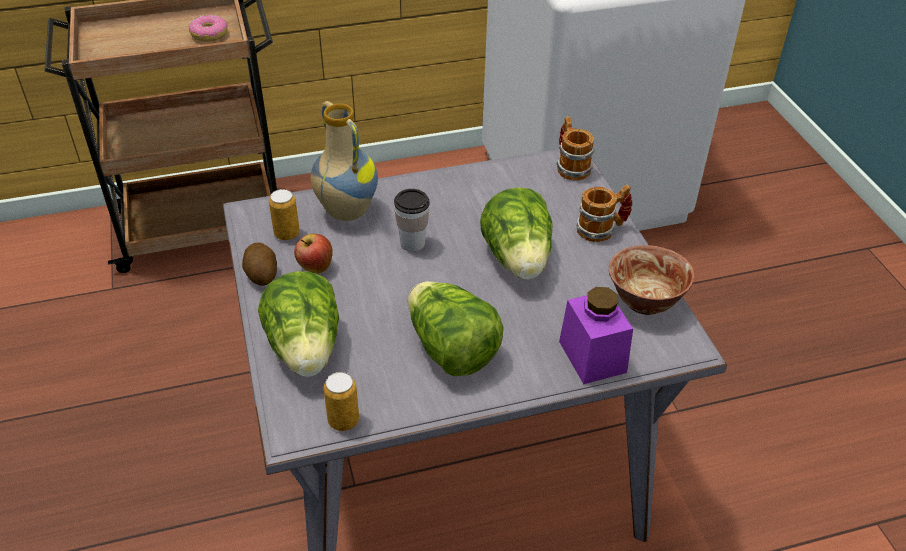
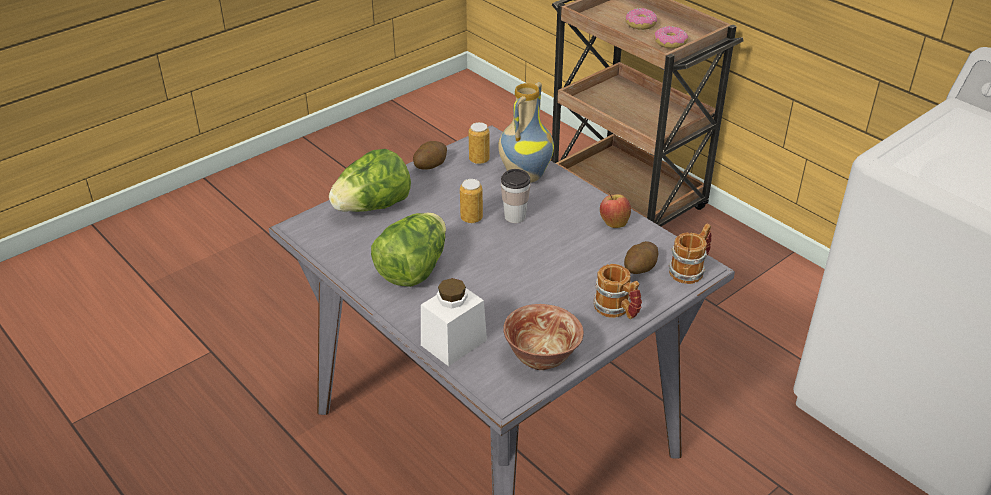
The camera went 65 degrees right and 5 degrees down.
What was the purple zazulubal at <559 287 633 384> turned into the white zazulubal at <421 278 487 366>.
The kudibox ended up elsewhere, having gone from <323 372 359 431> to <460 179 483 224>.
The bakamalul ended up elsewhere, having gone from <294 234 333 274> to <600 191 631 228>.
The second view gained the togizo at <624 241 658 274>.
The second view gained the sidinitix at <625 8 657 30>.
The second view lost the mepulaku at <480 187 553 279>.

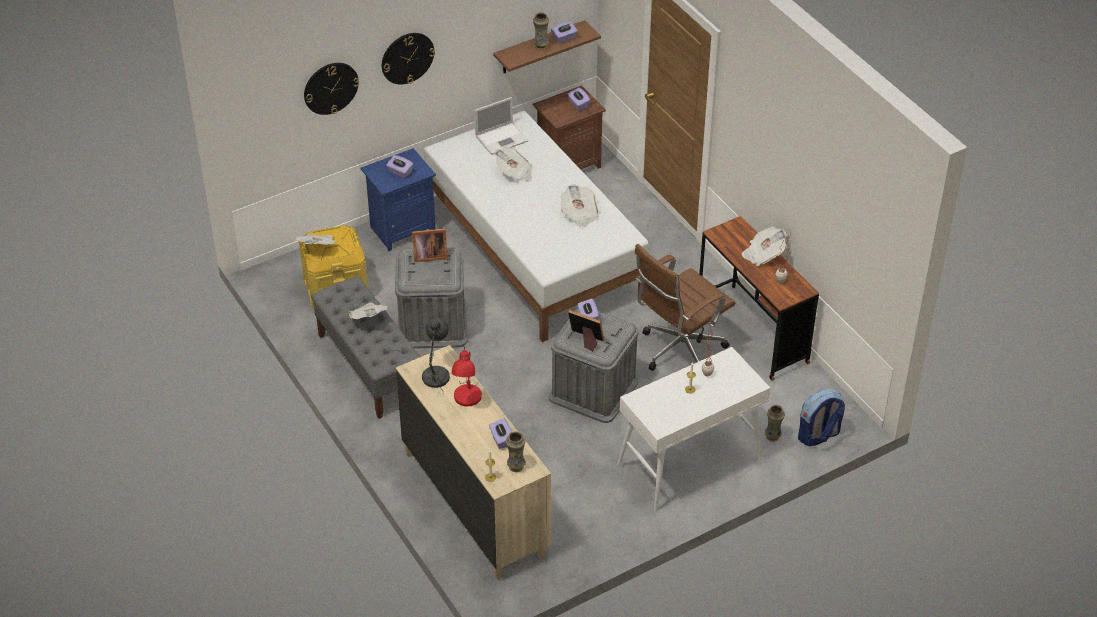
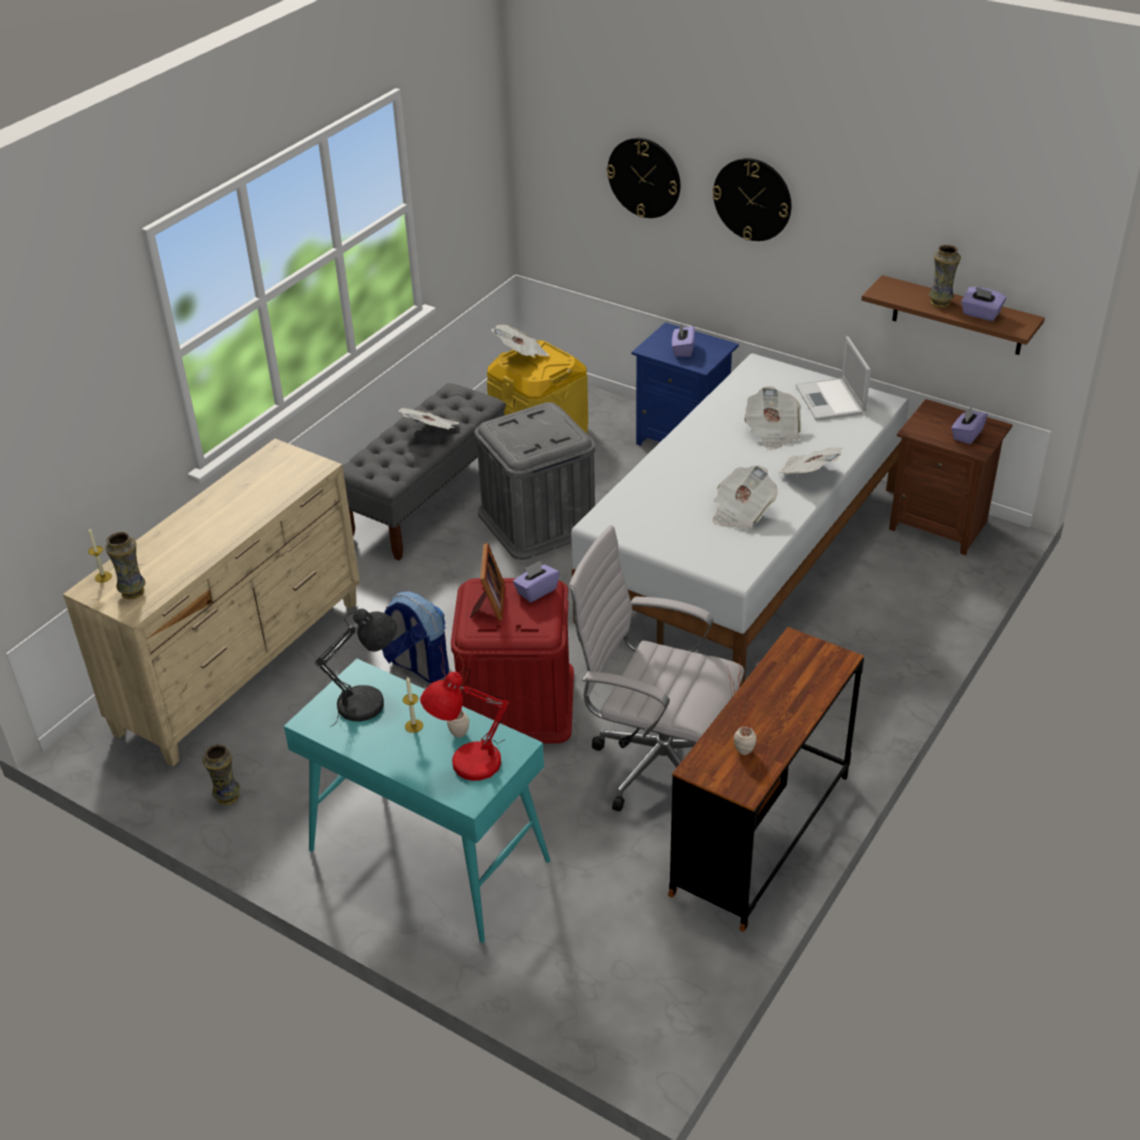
The camera went 65 degrees right and 5 degrees down.
The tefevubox ended up elsewhere, having gone from <765 405 785 442> to <203 744 240 805>.
What was the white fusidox at <617 347 770 511> turned into the turquoise fusidox at <284 659 550 943>.
The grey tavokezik ended up elsewhere, having gone from <422 317 450 394> to <315 609 397 727>.
The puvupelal ended up elsewhere, having gone from <798 389 845 446> to <382 591 449 683>.
The red tavokezik ended up elsewhere, having gone from <452 346 482 407> to <420 669 510 781>.
What was the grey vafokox at <549 308 639 423> turned into the red vafokox at <451 578 574 744>.
What was the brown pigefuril at <634 244 735 371> turned into the white pigefuril at <567 525 744 812>.
The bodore ended up elsewhere, having gone from <742 227 787 266> to <778 448 843 474>.
The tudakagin at <474 97 528 155> ended up facing another way, 45 degrees clockwise from before.
The second view lost the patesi at <412 229 448 262>.
The second view lost the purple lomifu at <489 418 512 449>.

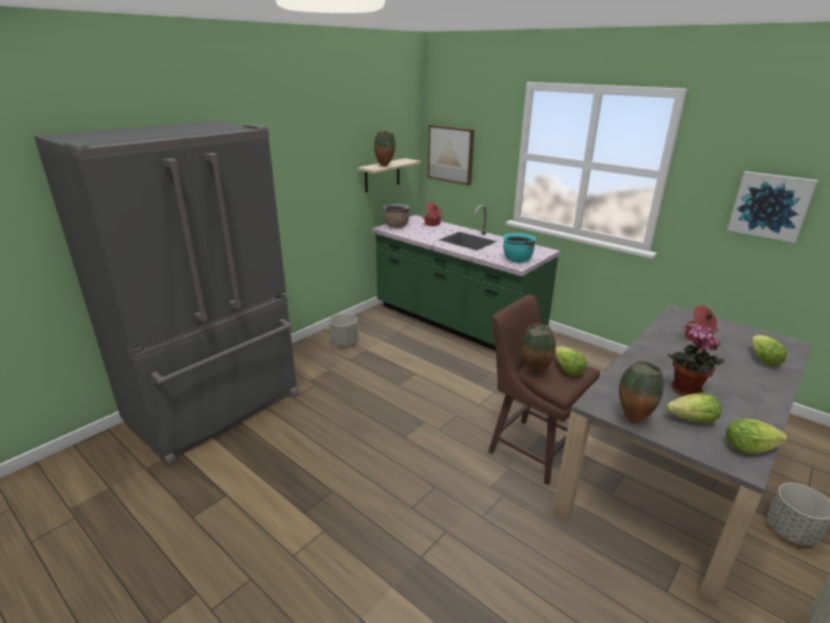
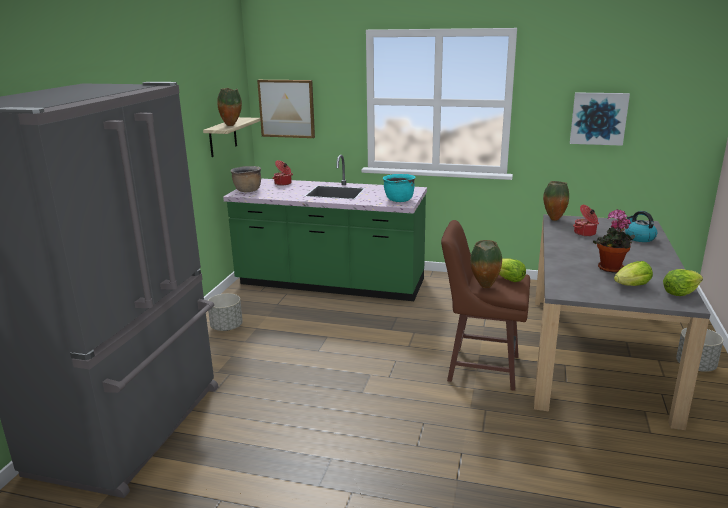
The camera went 25 degrees left and 5 degrees down.
The tefevubox ended up elsewhere, having gone from <619 361 664 424> to <543 181 569 221>.
Where the mepulaku stood at <751 335 787 366>, the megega came to stand at <625 211 657 242>.

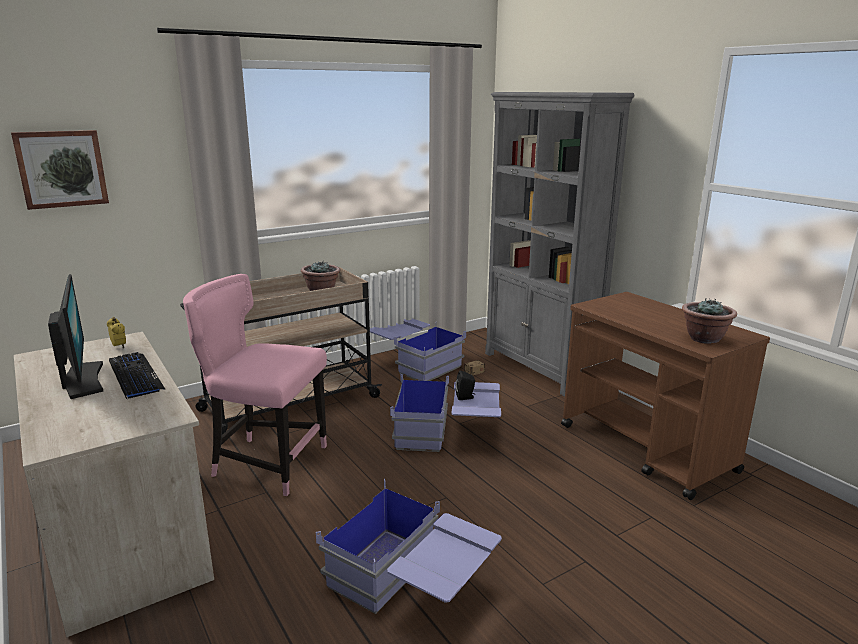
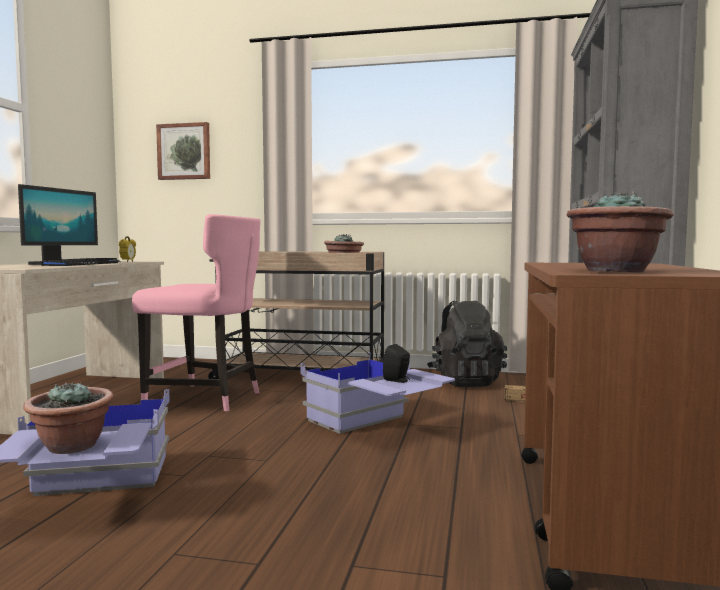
The camera went 45 degrees right and 15 degrees down.
The second view gained the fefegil at <23 382 113 454>.
The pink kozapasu at <183 274 327 496> ended up facing another way, 135 degrees clockwise from before.
Where the blue vafokox stood at <370 319 466 381>, the black puvupelal came to stand at <427 301 507 387>.

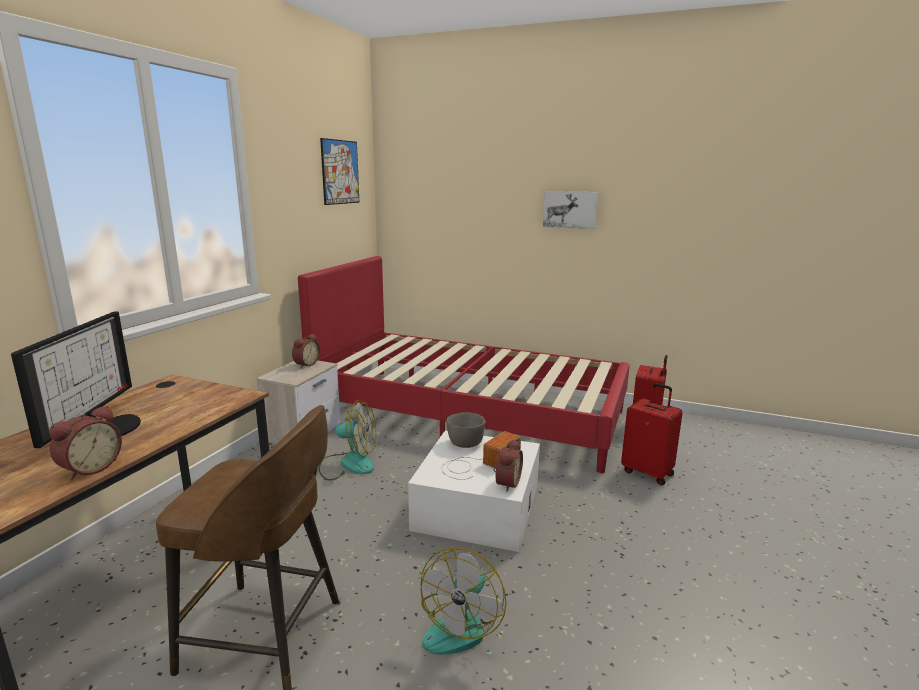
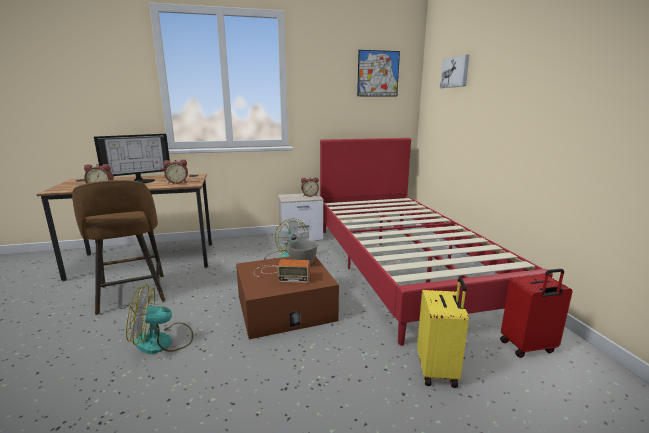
The camera went 55 degrees right and 0 degrees up.
The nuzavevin ended up elsewhere, having gone from <493 439 523 492> to <163 160 188 184>.
What was the white vafokox at <408 430 540 552> turned into the brown vafokox at <236 256 339 339>.
What was the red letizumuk at <621 383 683 485> turned into the yellow letizumuk at <417 277 469 388>.
The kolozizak ended up elsewhere, having gone from <543 191 598 229> to <440 55 469 88>.

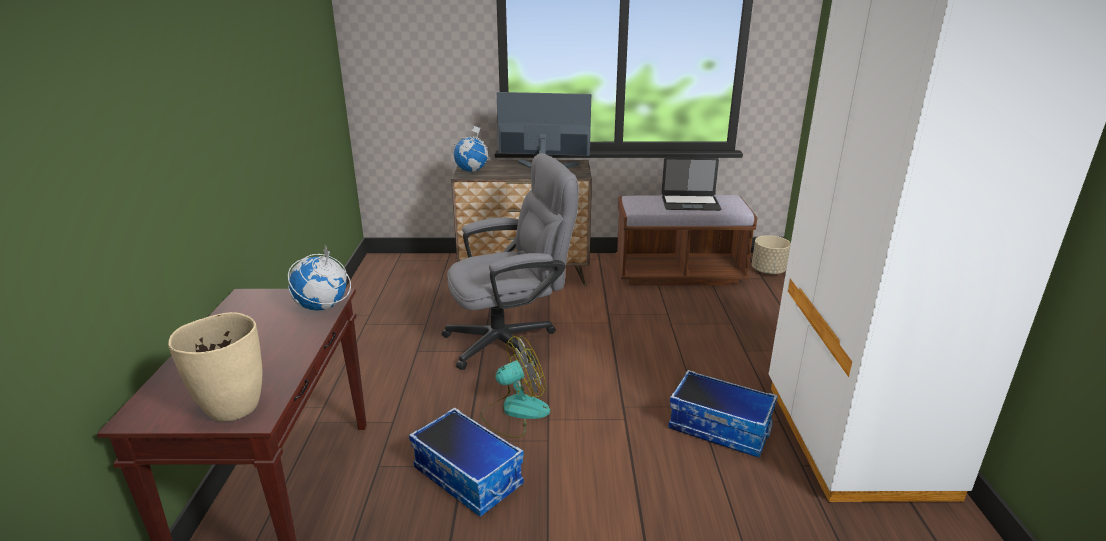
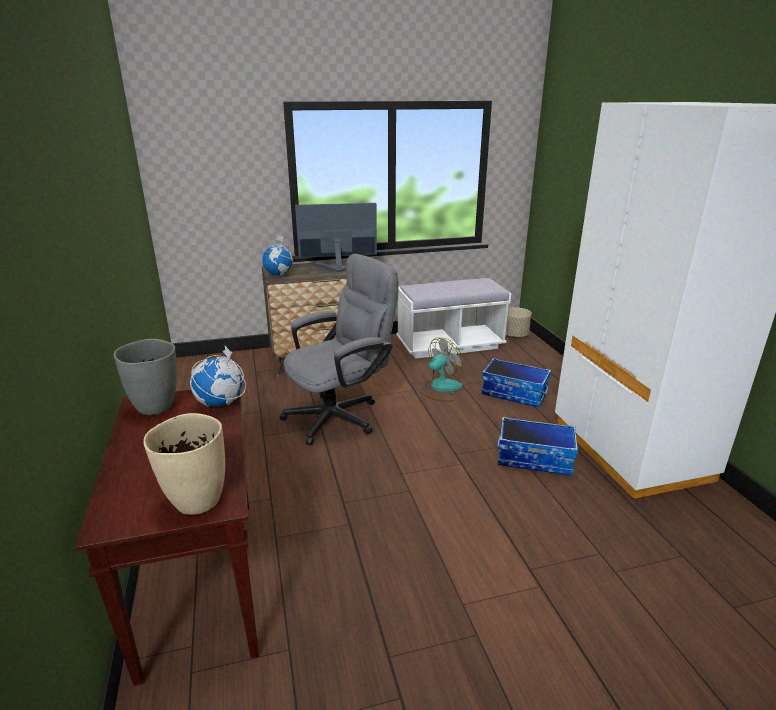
The camera went 15 degrees left and 0 degrees up.
The second view gained the grey tefevubox at <114 339 177 415>.
What was the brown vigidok at <616 195 758 285> turned into the white vigidok at <396 278 511 359>.
The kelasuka ended up elsewhere, having gone from <480 336 550 438> to <419 338 464 402>.
The vafokox ended up elsewhere, having gone from <409 407 524 517> to <481 358 551 407>.
The second view lost the tudakagin at <662 157 721 211>.

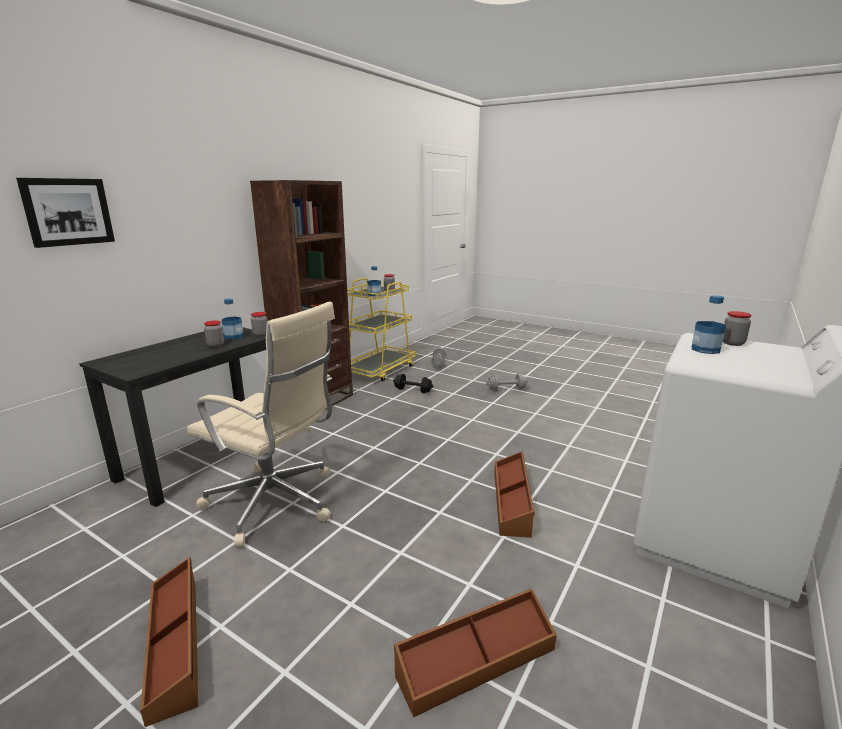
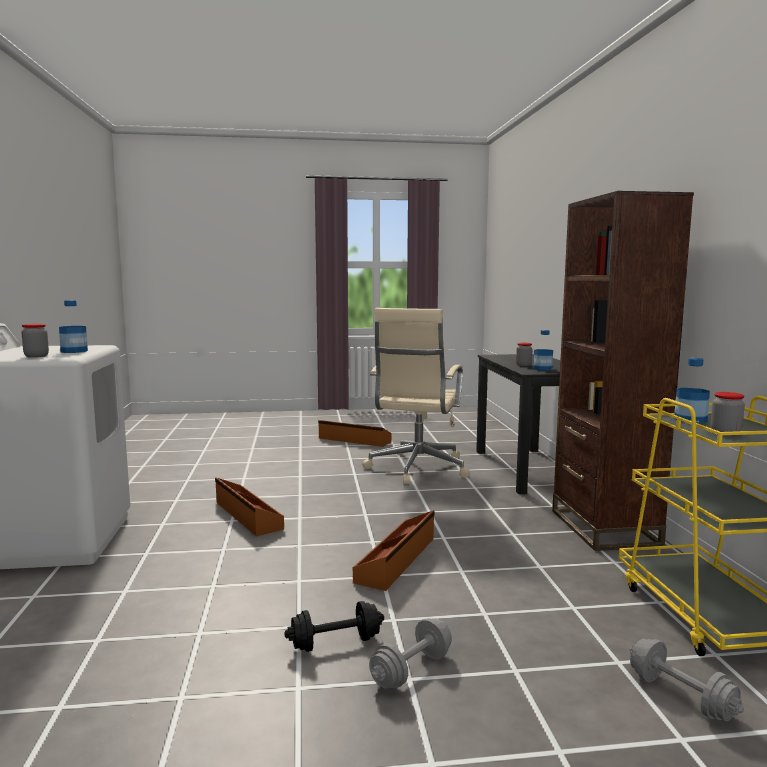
The camera went 140 degrees right and 10 degrees down.
The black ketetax ended up elsewhere, having gone from <393 374 433 393> to <284 601 384 652>.
The brown vafokox ended up elsewhere, having gone from <394 588 557 717> to <353 510 434 591>.
The beige pigefuril at <187 301 335 548> ended up facing another way, 60 degrees counterclockwise from before.
The second view lost the kolozizak at <16 178 115 248>.
The second view lost the zazulubal at <251 312 268 337>.

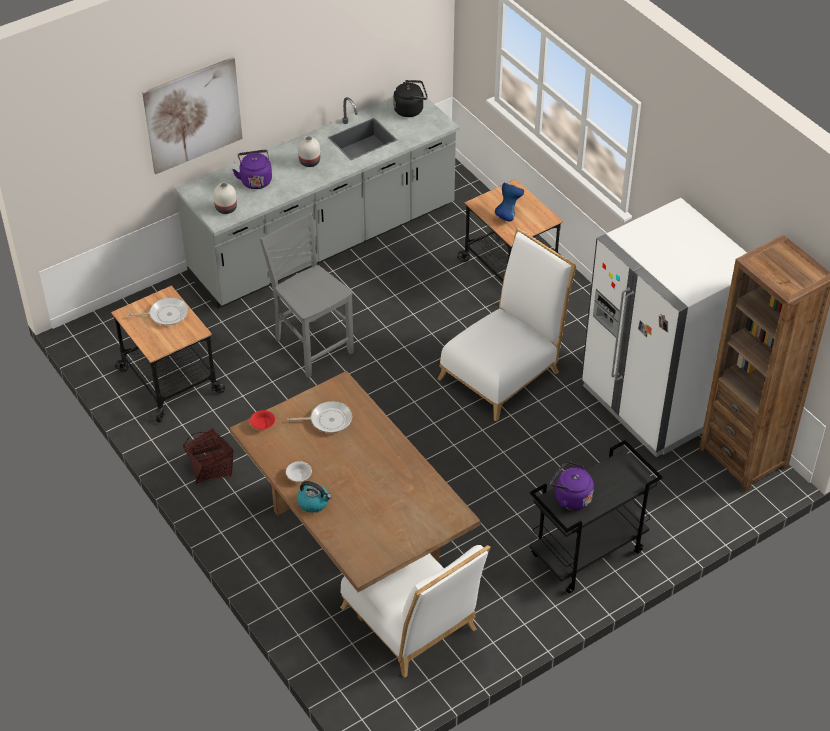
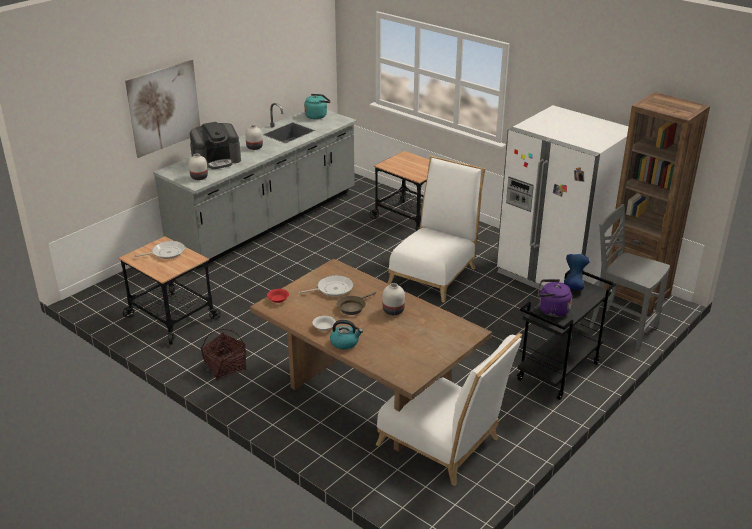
The camera went 15 degrees left and 15 degrees down.
Where the purple megega stood at <232 150 272 189>, the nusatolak came to stand at <190 122 241 170>.
What was the black megega at <393 80 428 117> turned into the turquoise megega at <304 94 330 119>.
The second view gained the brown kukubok at <337 291 377 315>.
The second view gained the white tefevubox at <383 283 405 315>.
The blue tefevubox ended up elsewhere, having gone from <495 183 524 221> to <564 254 590 290>.
The grey kozapasu ended up elsewhere, having gone from <260 213 354 378> to <589 204 670 350>.

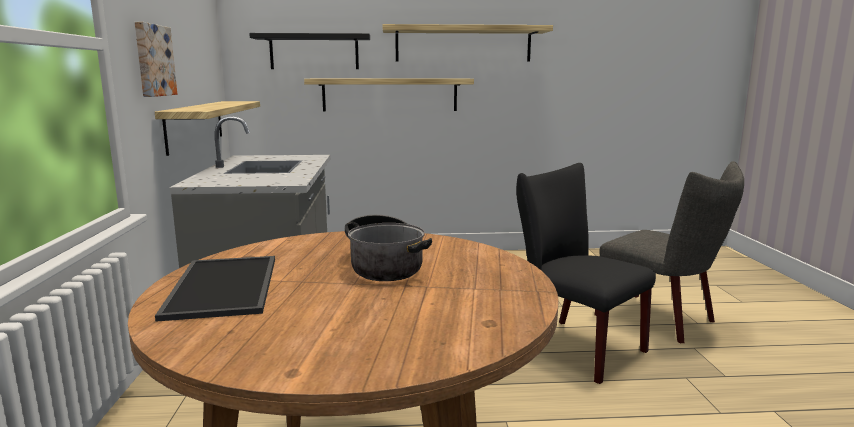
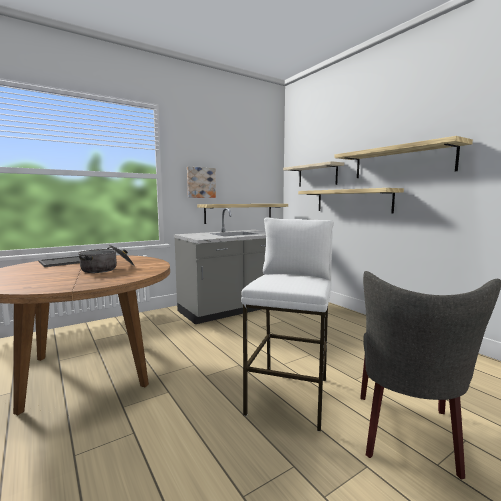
The camera went 60 degrees right and 5 degrees down.
Where the black kozapasu stood at <516 163 656 384>, the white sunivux came to stand at <241 217 334 432>.
What was the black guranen at <249 33 370 69> turned into the beige guranen at <283 161 344 187>.

